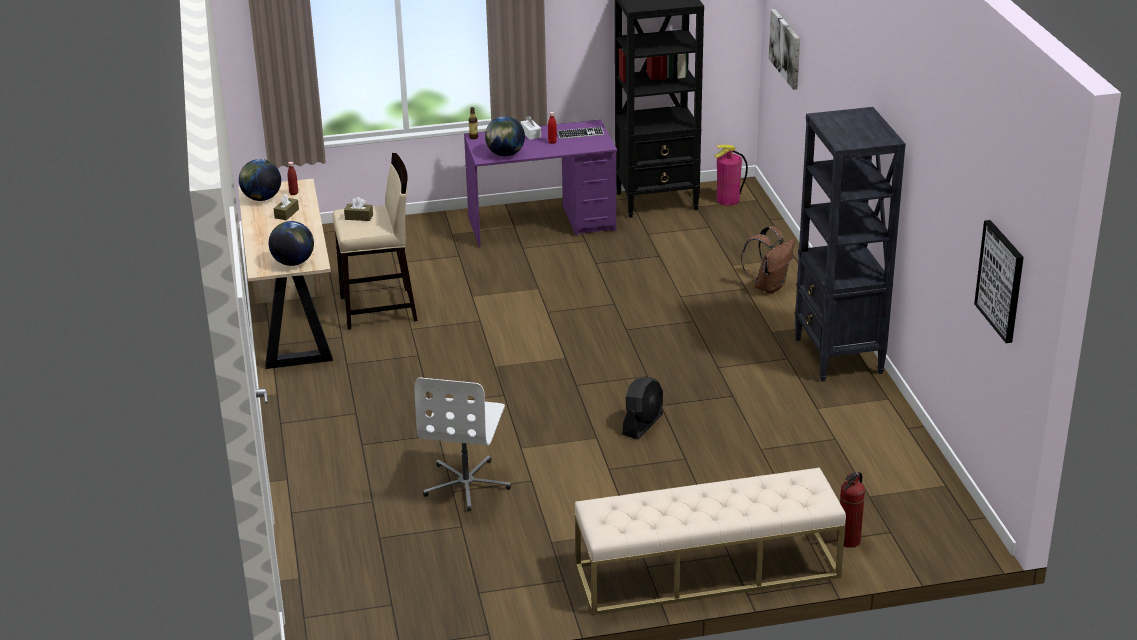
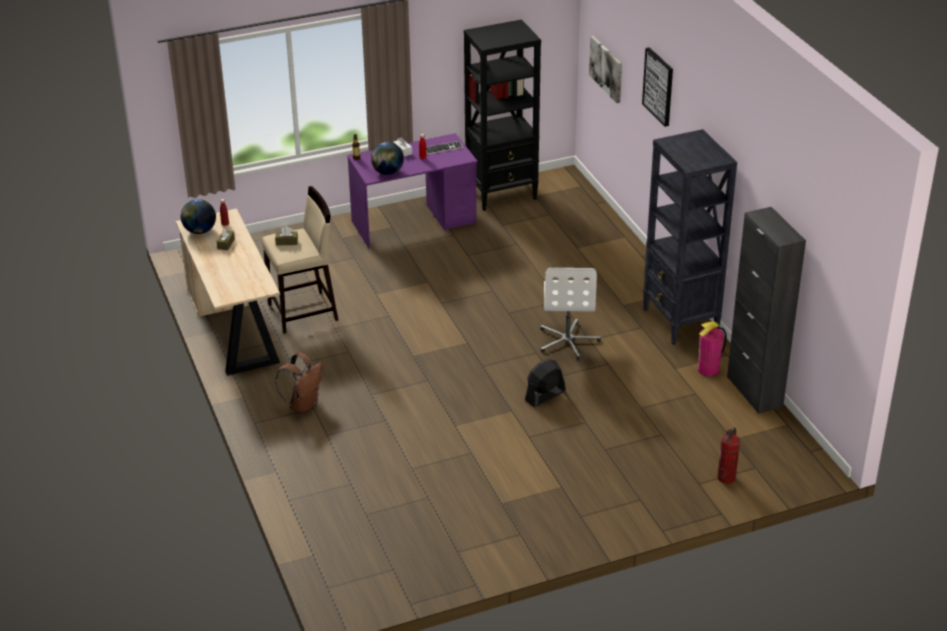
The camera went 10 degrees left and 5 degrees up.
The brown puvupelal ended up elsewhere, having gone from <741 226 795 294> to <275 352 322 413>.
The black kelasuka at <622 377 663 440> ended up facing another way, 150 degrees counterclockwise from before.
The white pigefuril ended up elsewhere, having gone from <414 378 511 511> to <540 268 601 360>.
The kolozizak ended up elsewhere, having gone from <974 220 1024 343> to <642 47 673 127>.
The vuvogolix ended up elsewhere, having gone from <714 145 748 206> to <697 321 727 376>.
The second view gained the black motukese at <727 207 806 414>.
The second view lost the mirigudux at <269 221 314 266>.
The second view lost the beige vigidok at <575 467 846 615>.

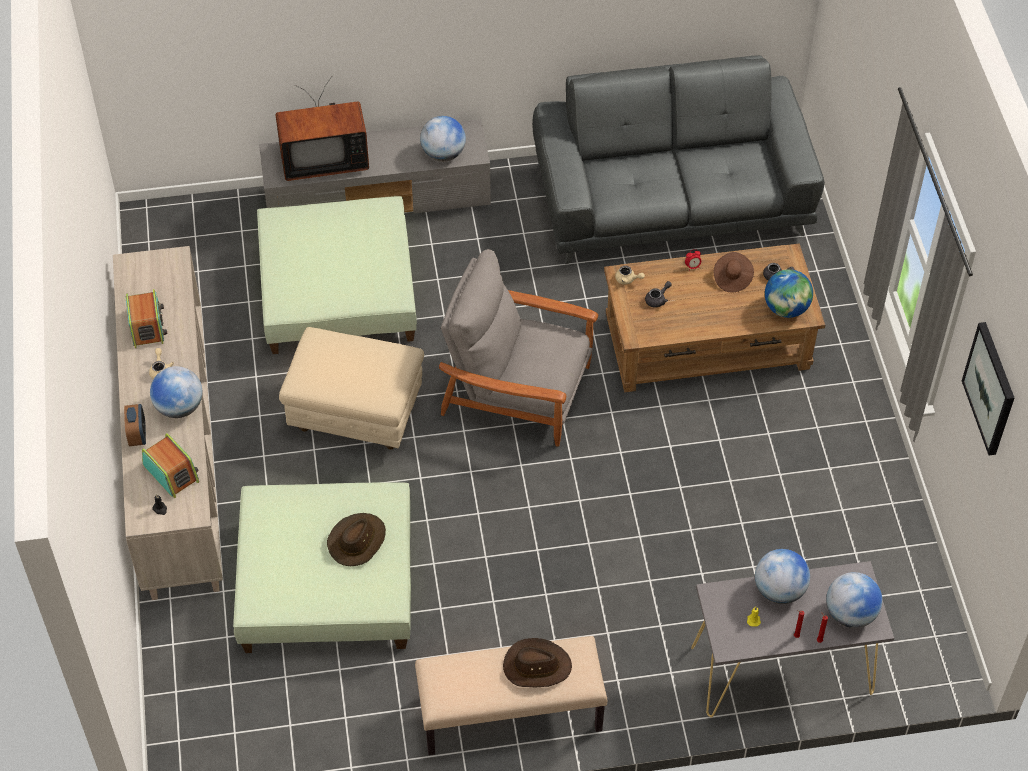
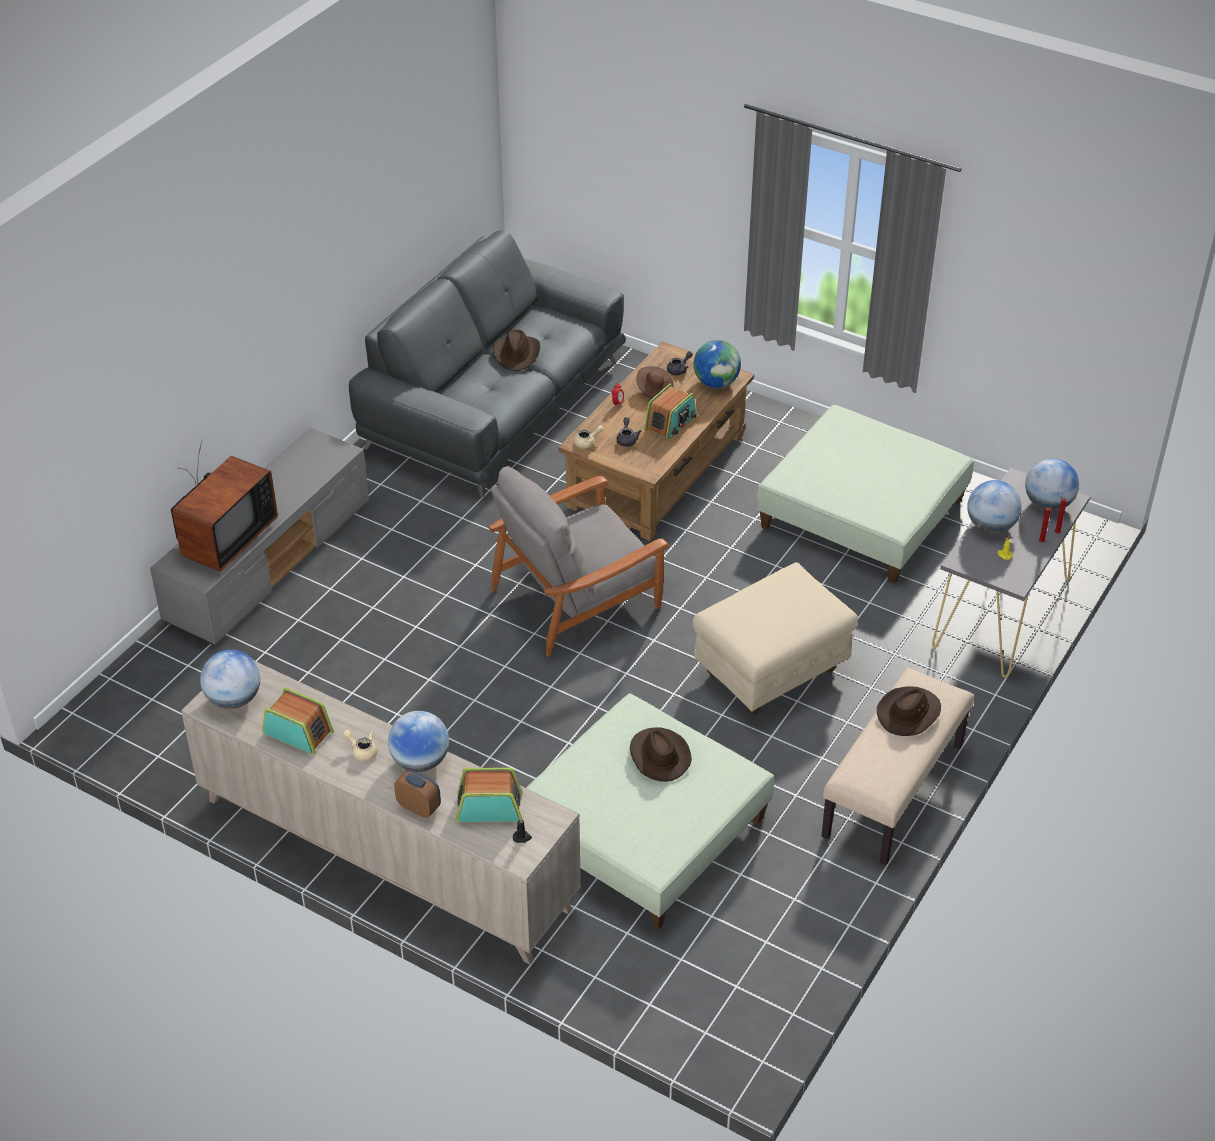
The camera went 50 degrees left and 10 degrees down.
The mirigudux ended up elsewhere, having gone from <420 116 466 162> to <200 650 260 709>.
The second view gained the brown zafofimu at <493 329 540 371>.
The second view gained the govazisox at <644 384 697 440>.
The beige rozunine ended up elsewhere, having gone from <279 327 424 449> to <693 562 858 715>.
The green rozunine ended up elsewhere, having gone from <257 196 417 354> to <757 405 974 584>.
The second view lost the kolozizak at <962 322 1014 455>.

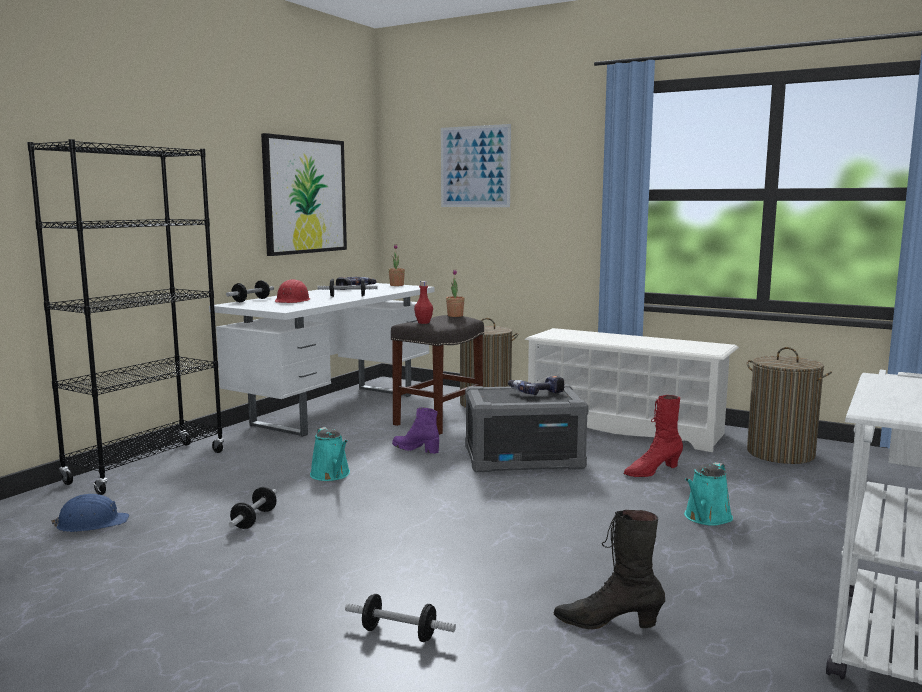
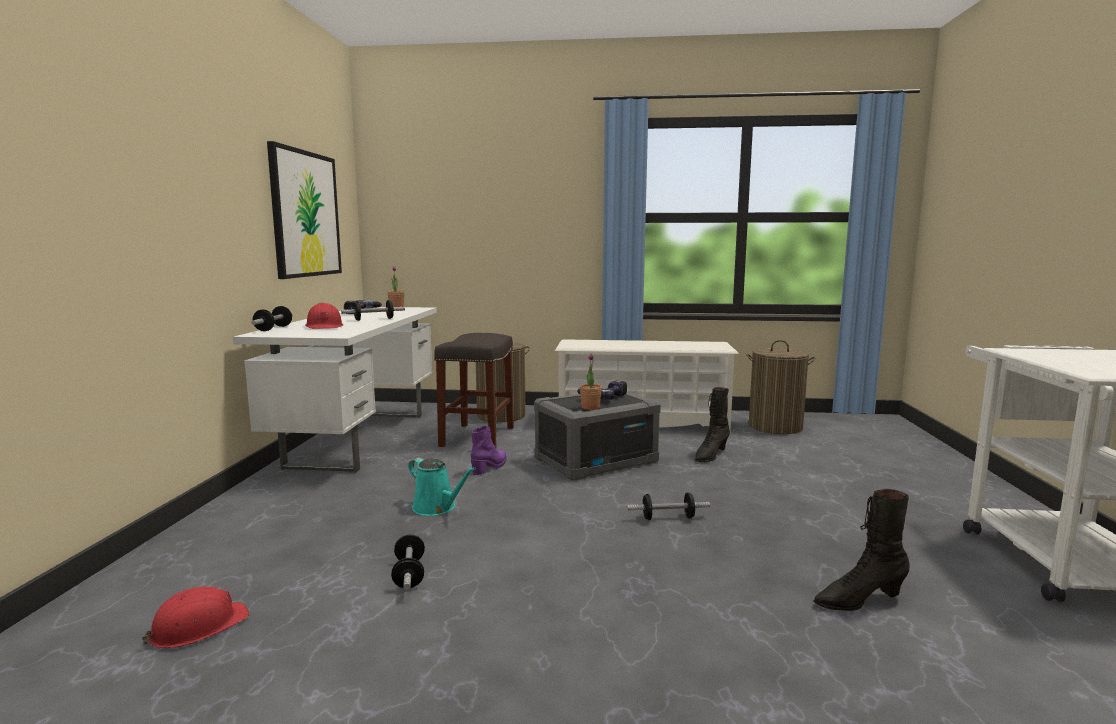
The camera went 25 degrees left and 0 degrees up.
What was the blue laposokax at <51 494 129 532> turned into the red laposokax at <141 587 249 648>.
The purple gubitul at <392 407 439 454> ended up facing another way, 120 degrees clockwise from before.
The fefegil ended up elsewhere, having gone from <446 269 465 317> to <580 354 602 410>.
The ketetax ended up elsewhere, having gone from <345 594 456 642> to <627 492 710 520>.
What was the red gubitul at <623 395 683 477> turned into the black gubitul at <694 387 730 462>.
The second view lost the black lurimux at <27 139 224 495>.
The second view lost the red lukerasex at <414 281 433 324>.
The second view lost the kolozizak at <441 124 511 207>.
The second view lost the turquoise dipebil at <684 462 733 526>.

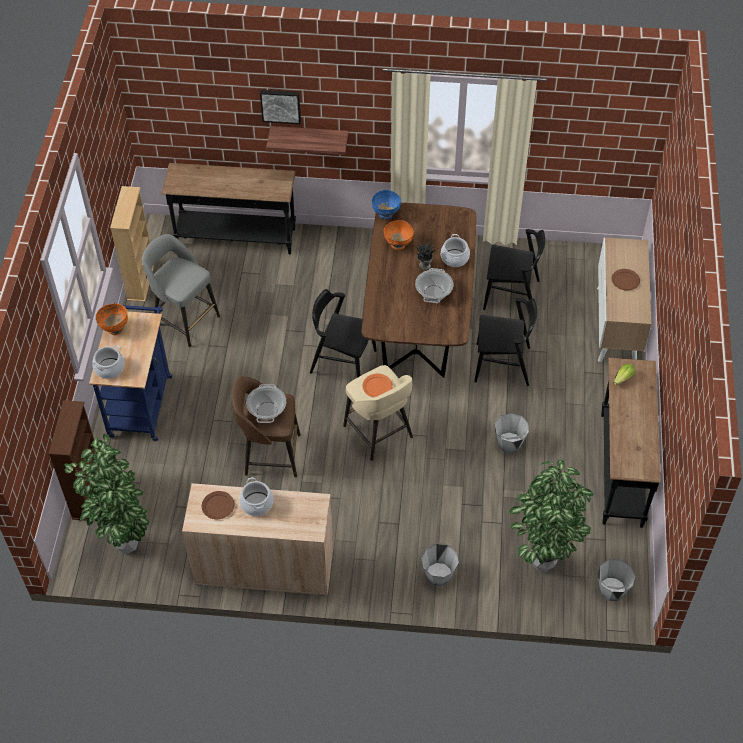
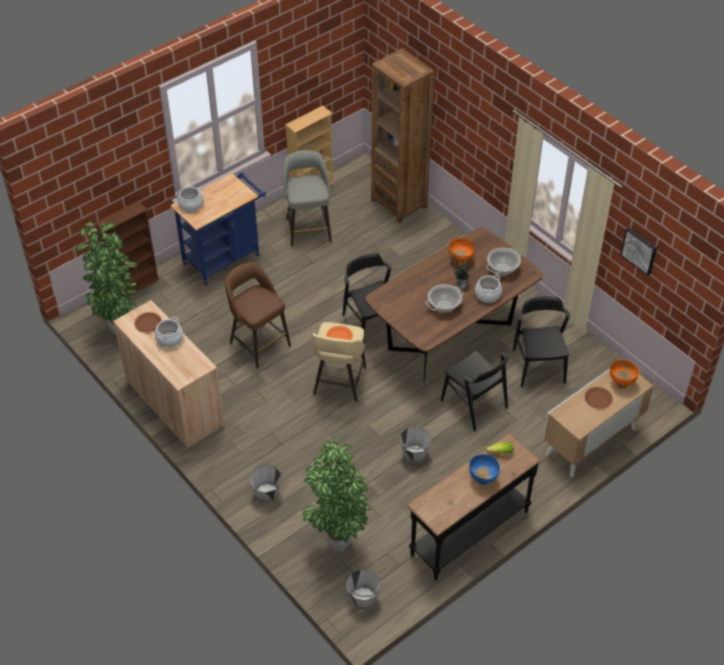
The camera went 45 degrees right and 5 degrees down.
Where the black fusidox stood at <161 163 296 255>, the brown lurimux came to stand at <371 48 435 223>.
The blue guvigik ended up elsewhere, having gone from <372 190 401 219> to <469 454 500 485>.
The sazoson ended up elsewhere, having gone from <246 384 286 423> to <486 248 521 275>.
The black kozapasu at <483 229 545 310> ended up facing another way, 150 degrees counterclockwise from before.
The orange guvigik ended up elsewhere, having gone from <96 304 128 335> to <610 360 640 389>.
The kolozizak ended up elsewhere, having gone from <260 90 301 124> to <620 227 657 276>.
The second view lost the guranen at <266 126 348 155>.

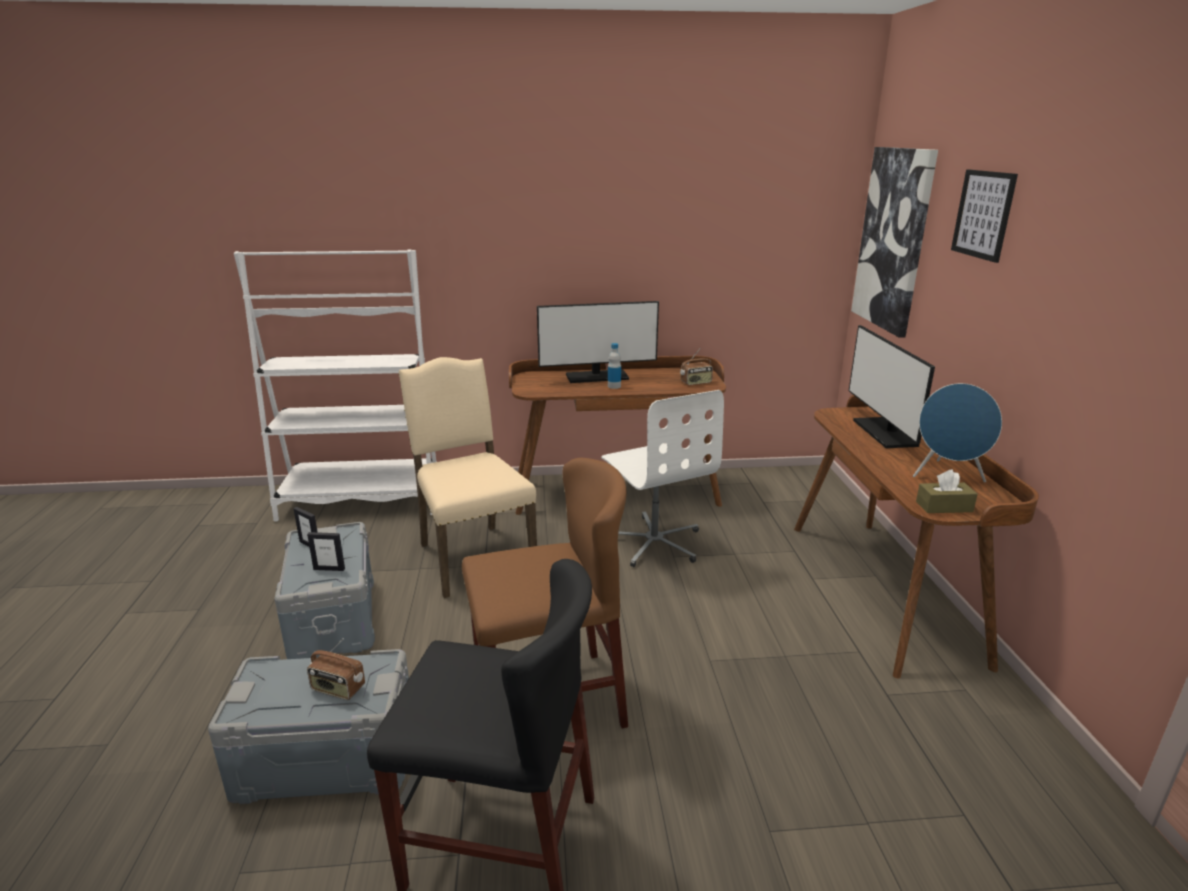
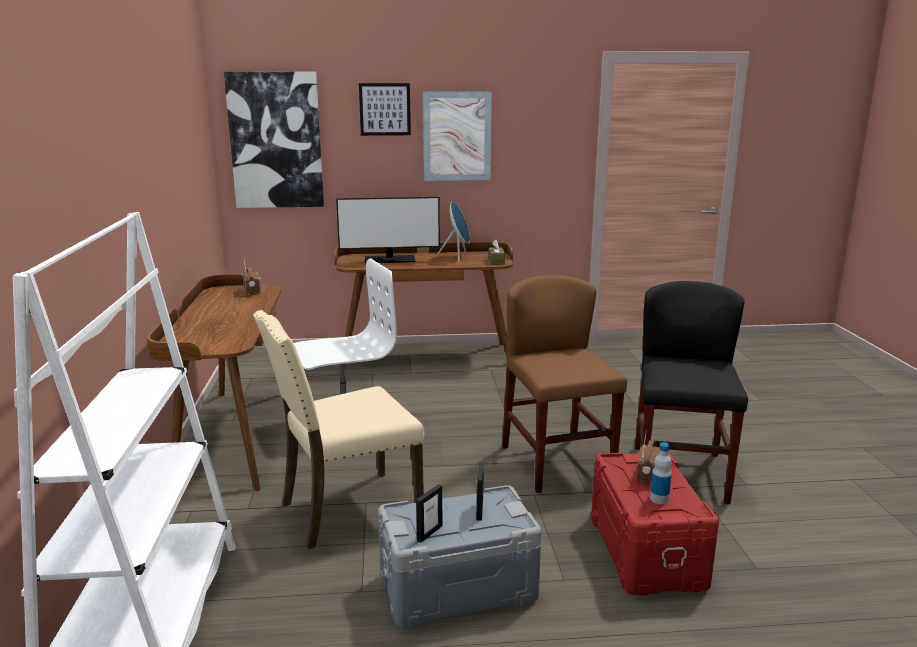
The camera went 90 degrees left and 5 degrees down.
The second view gained the kolozizak at <423 91 492 181>.
What was the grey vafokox at <208 649 409 804> turned into the red vafokox at <591 452 719 596>.
The lukerasex ended up elsewhere, having gone from <608 343 621 389> to <650 442 672 504>.
The second view lost the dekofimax at <537 301 659 383>.

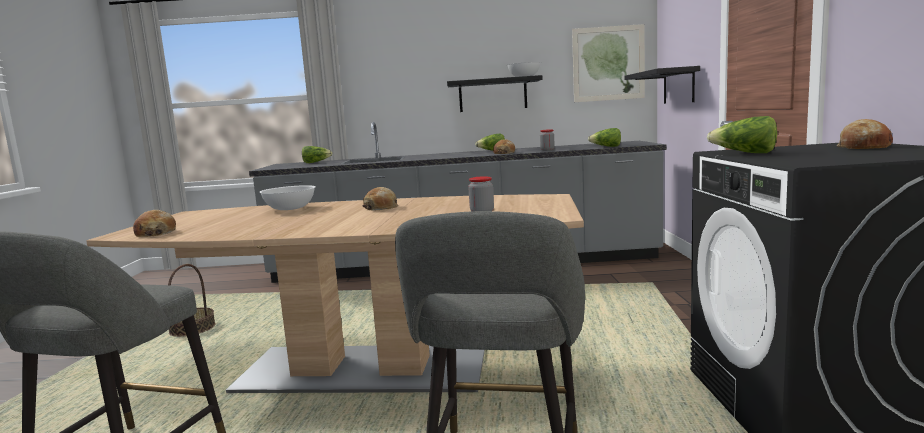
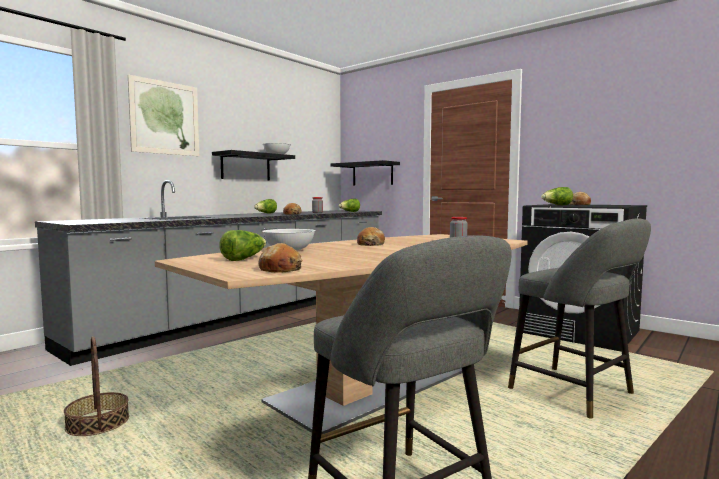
The camera went 50 degrees left and 5 degrees down.
The kolozizak ended up elsewhere, having gone from <572 24 645 102> to <128 74 199 156>.
The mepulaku ended up elsewhere, having gone from <302 146 333 163> to <219 230 266 261>.

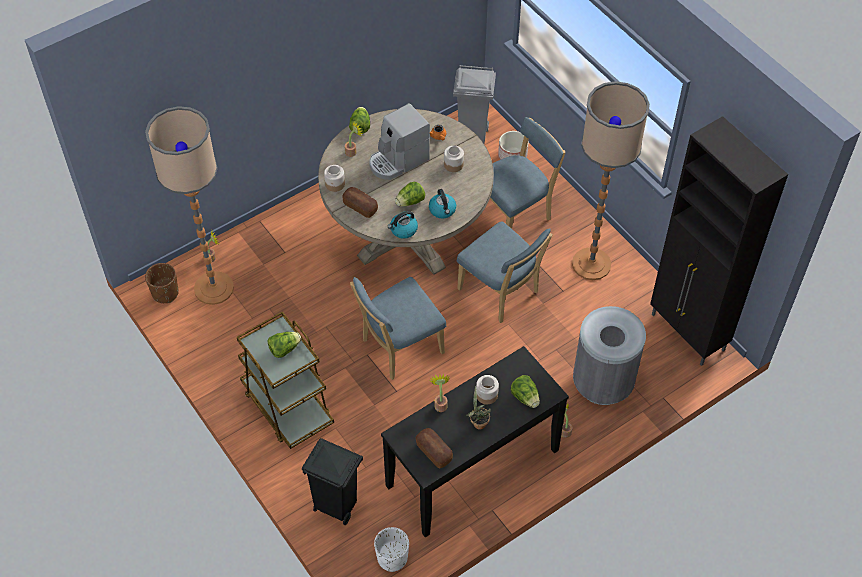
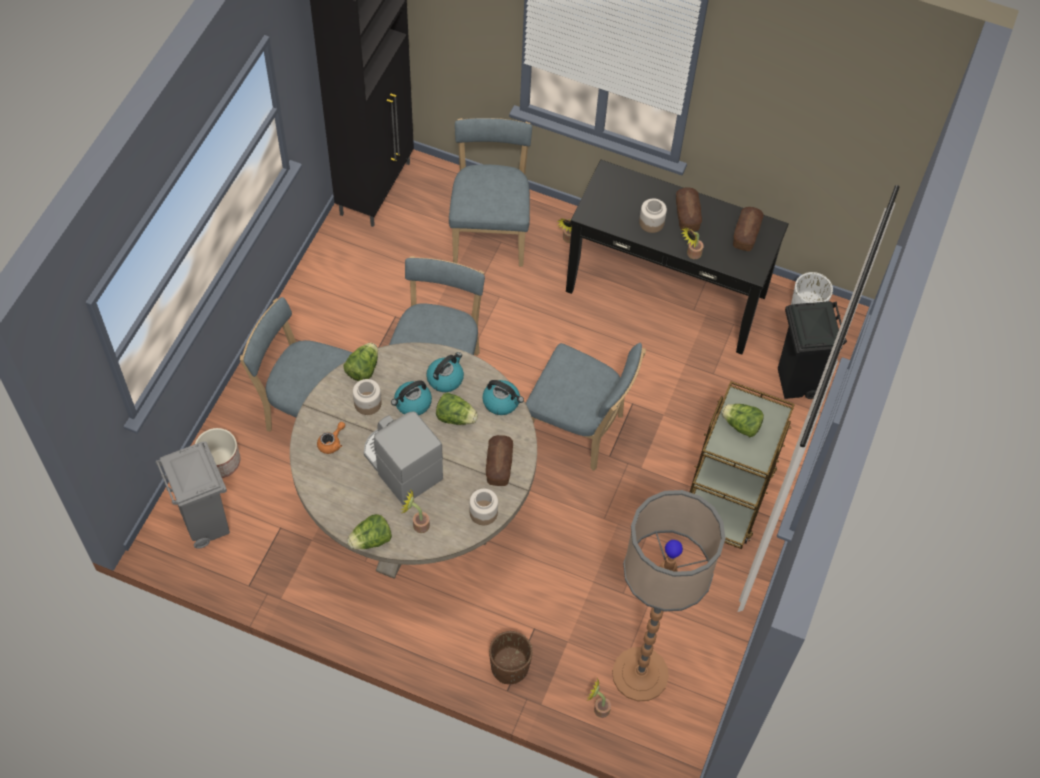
The camera went 125 degrees left and 5 degrees up.
The mepulaku ended up elsewhere, having gone from <511 375 540 408> to <344 343 378 381>.
The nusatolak at <370 103 430 180> ended up facing another way, 150 degrees counterclockwise from before.
The second view gained the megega at <391 380 432 415>.
Where the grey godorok stood at <573 306 646 405>, the blue kozapasu came to stand at <449 118 532 267>.
The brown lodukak ended up elsewhere, having gone from <145 263 179 303> to <489 631 533 684>.
Where the fefegil stood at <467 386 491 430>, the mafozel came to stand at <676 188 702 232>.
The second view lost the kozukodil at <572 81 650 280>.

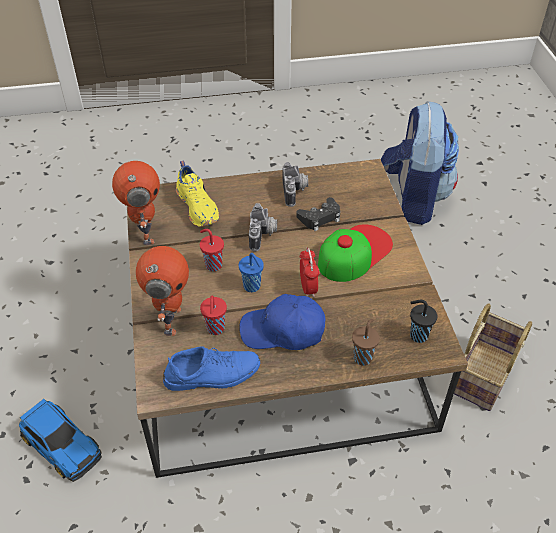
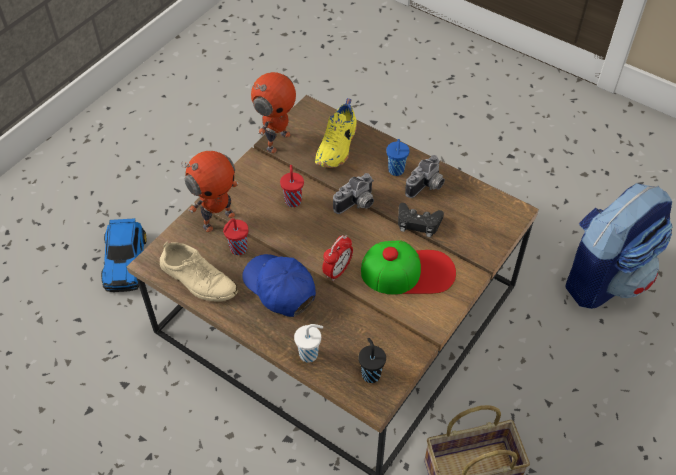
The camera went 45 degrees right and 5 degrees up.
What was the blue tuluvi at <163 346 260 391> turned into the beige tuluvi at <160 241 238 302>.
What was the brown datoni at <352 319 380 365> turned into the white datoni at <294 324 323 363>.
The blue datoni ended up elsewhere, having gone from <239 253 264 292> to <386 139 410 176>.

